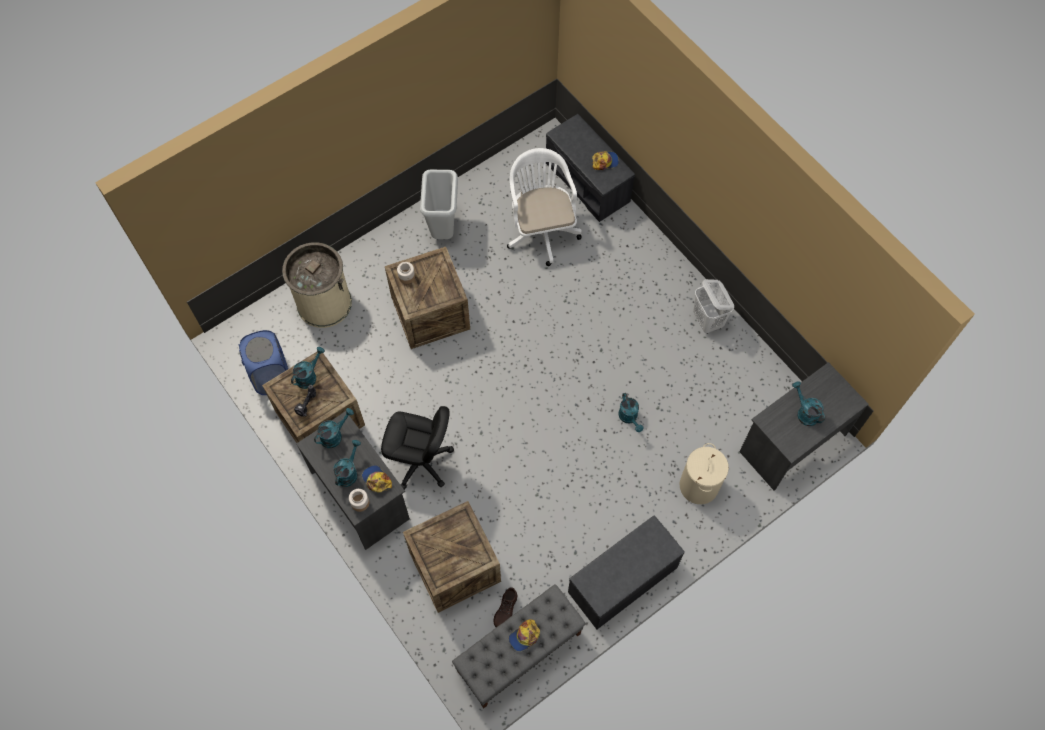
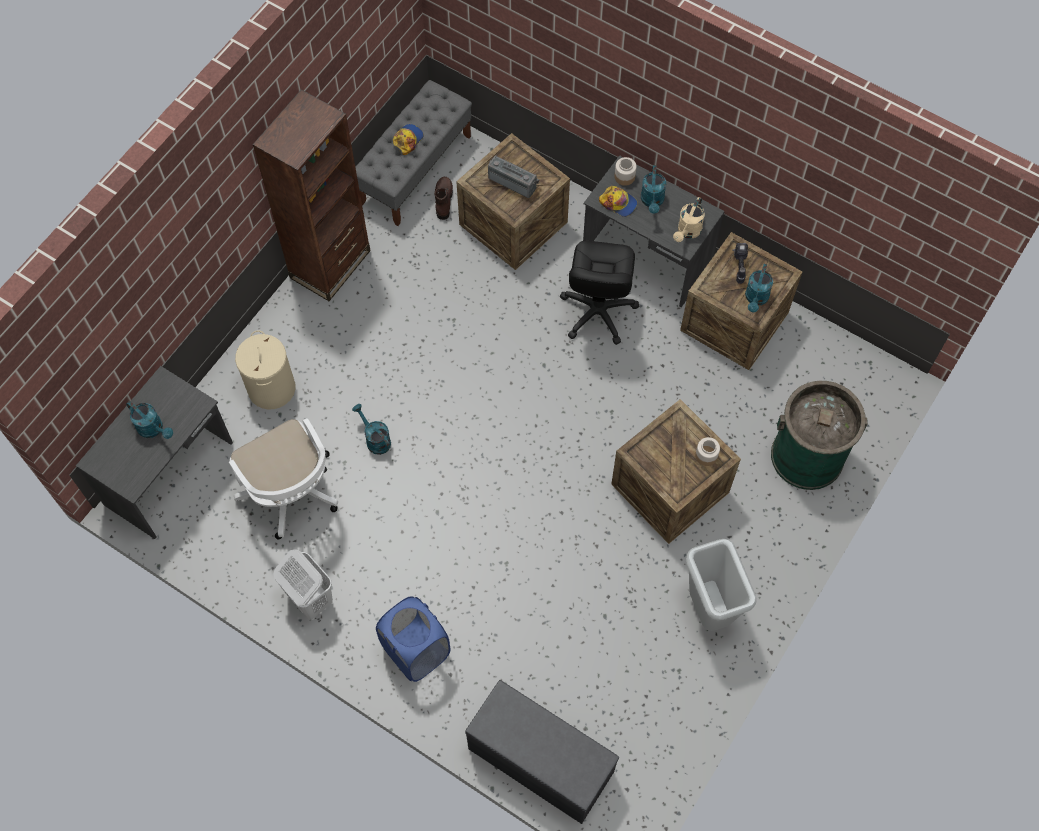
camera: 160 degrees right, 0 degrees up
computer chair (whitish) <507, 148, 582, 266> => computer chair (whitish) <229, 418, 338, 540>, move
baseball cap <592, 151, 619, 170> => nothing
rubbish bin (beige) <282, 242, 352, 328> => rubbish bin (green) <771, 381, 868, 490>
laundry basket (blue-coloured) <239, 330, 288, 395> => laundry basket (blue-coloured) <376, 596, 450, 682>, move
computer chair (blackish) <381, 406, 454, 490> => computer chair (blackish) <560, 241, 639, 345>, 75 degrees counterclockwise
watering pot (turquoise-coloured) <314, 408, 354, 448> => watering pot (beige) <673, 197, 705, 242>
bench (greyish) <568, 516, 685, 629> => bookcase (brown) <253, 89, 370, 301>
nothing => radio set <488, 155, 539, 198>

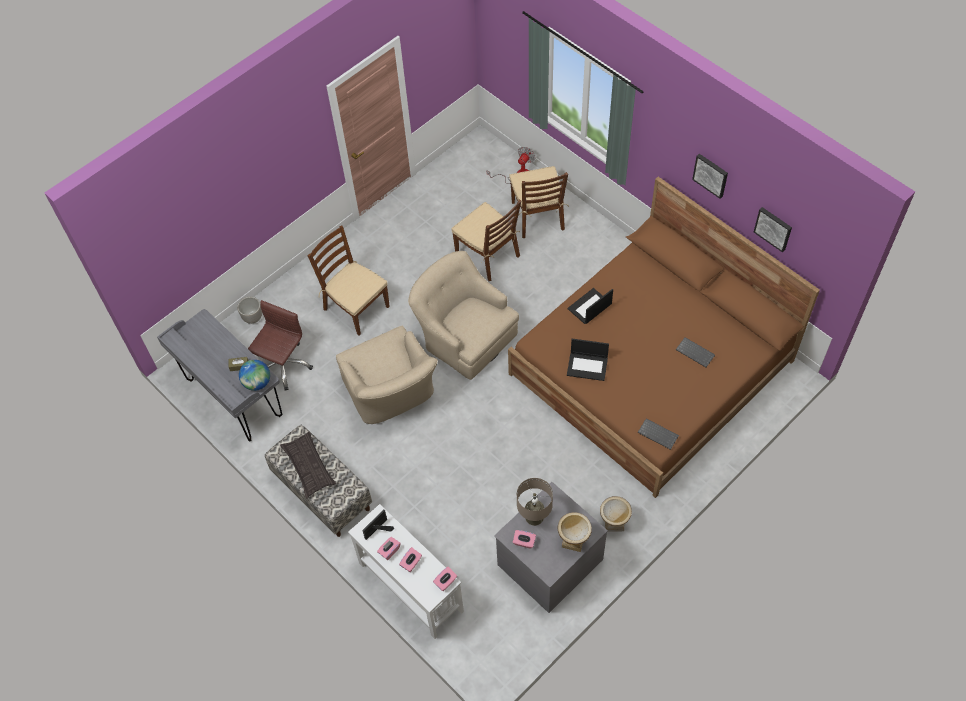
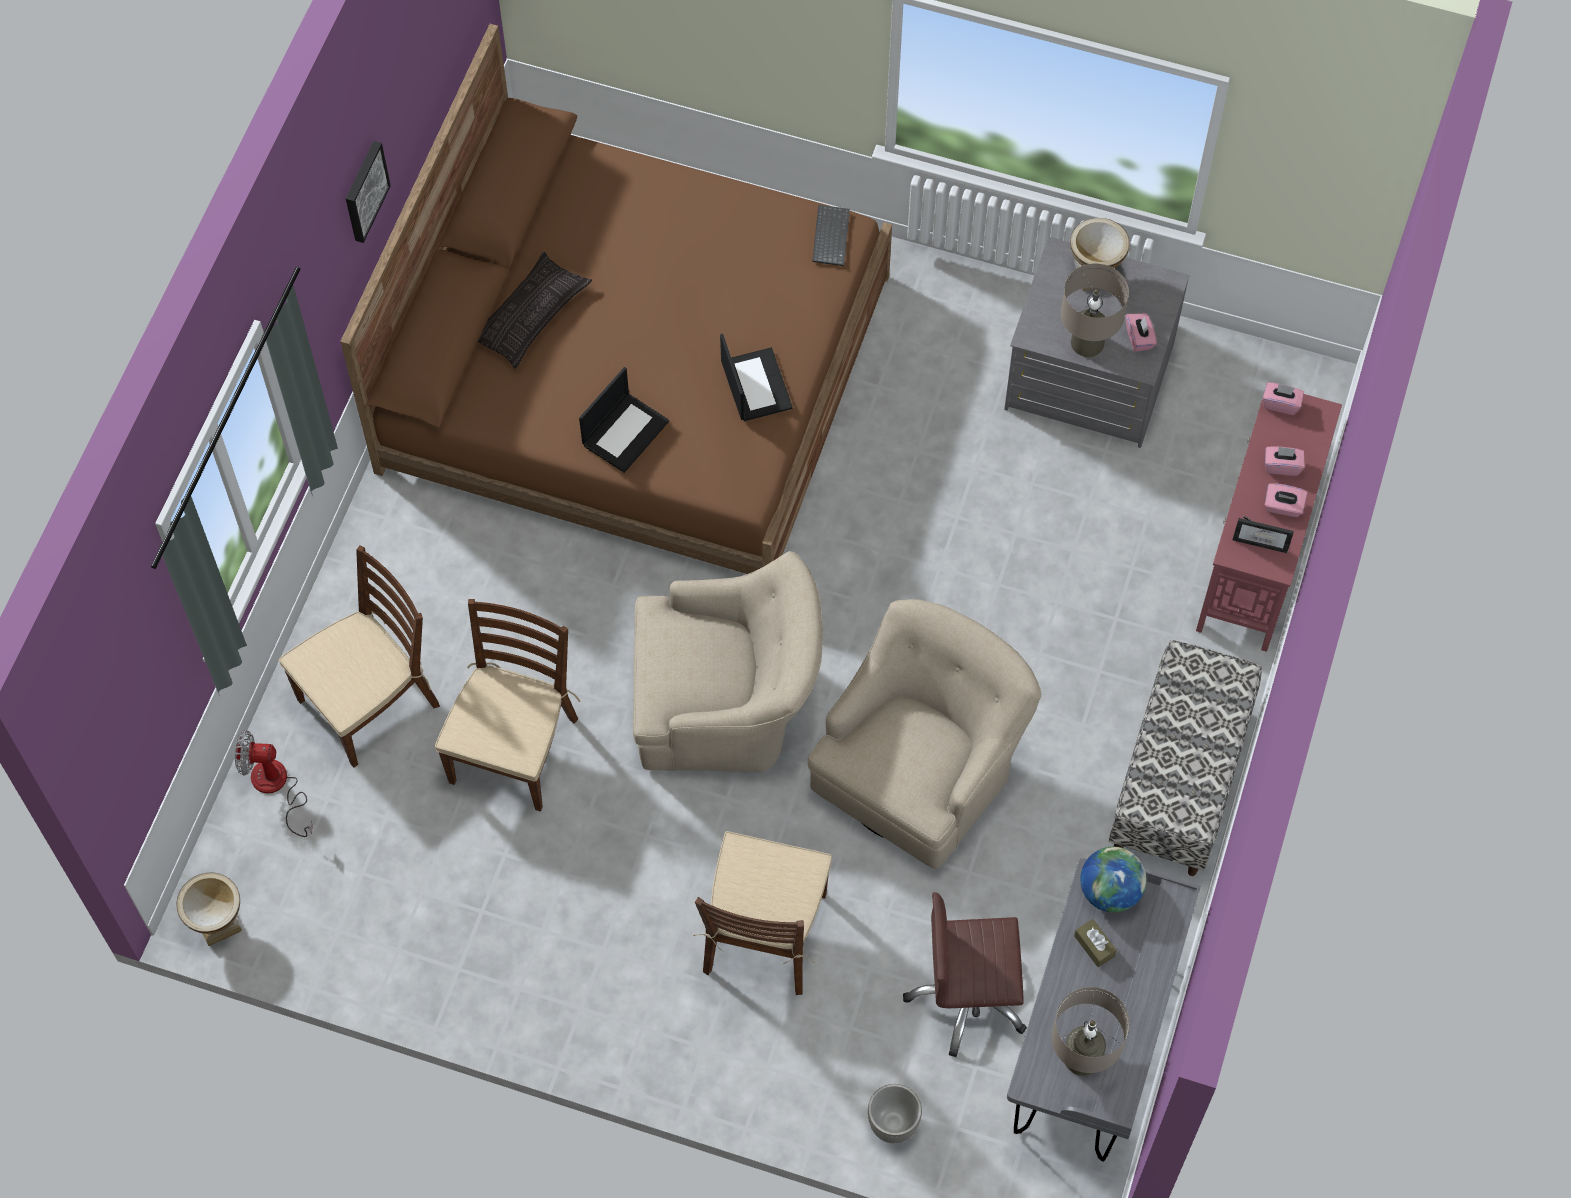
camera: 120 degrees left, 5 degrees up
wall picture <754, 207, 792, 252> => nothing
easy chair (beige) <408, 251, 519, 380> => easy chair (beige) <633, 551, 823, 772>, 105 degrees counterclockwise
portable computer <567, 288, 613, 324> => portable computer <579, 367, 669, 473>, 75 degrees counterclockwise
PC keyboard <676, 337, 715, 367> => nothing
pillow <280, 432, 336, 499> => pillow <478, 252, 592, 369>, move
vase <600, 496, 632, 532> => vase <176, 873, 242, 946>, move
hall table (whitish) <348, 504, 464, 639> => hall table (red) <1196, 391, 1342, 652>
nothing => table lamp (beige) <1052, 987, 1130, 1076>

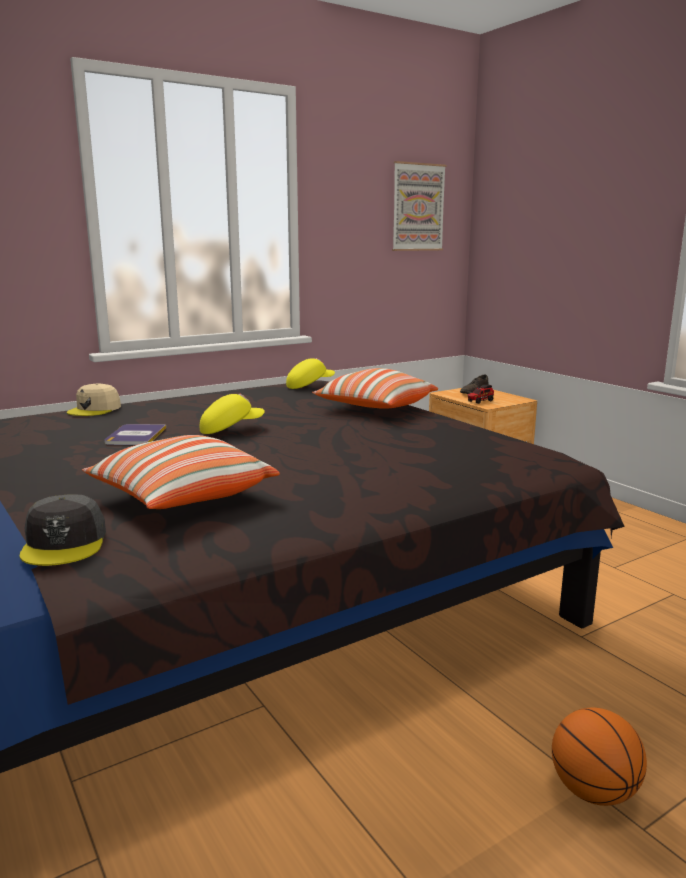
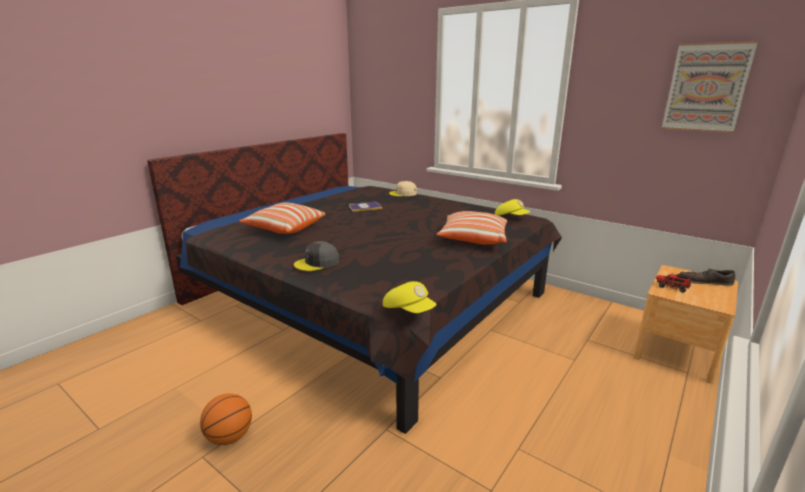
camera: 70 degrees right, 5 degrees up
baseball cap (yellowish) <200, 394, 265, 434> => baseball cap (yellowish) <383, 281, 437, 313>, move
baseball cap (greyish) <20, 495, 106, 566> => baseball cap (greyish) <294, 242, 339, 271>, move

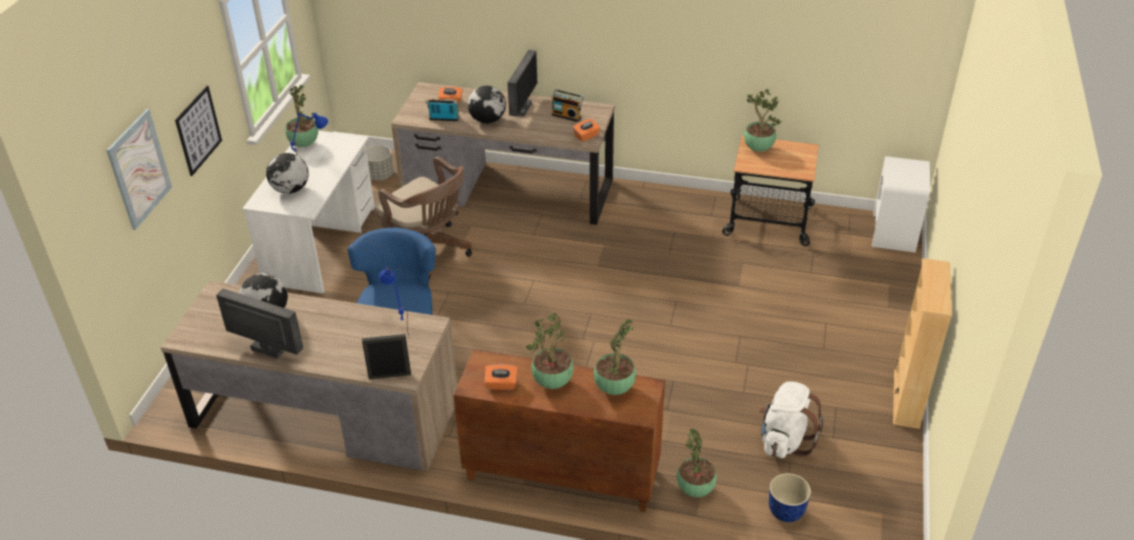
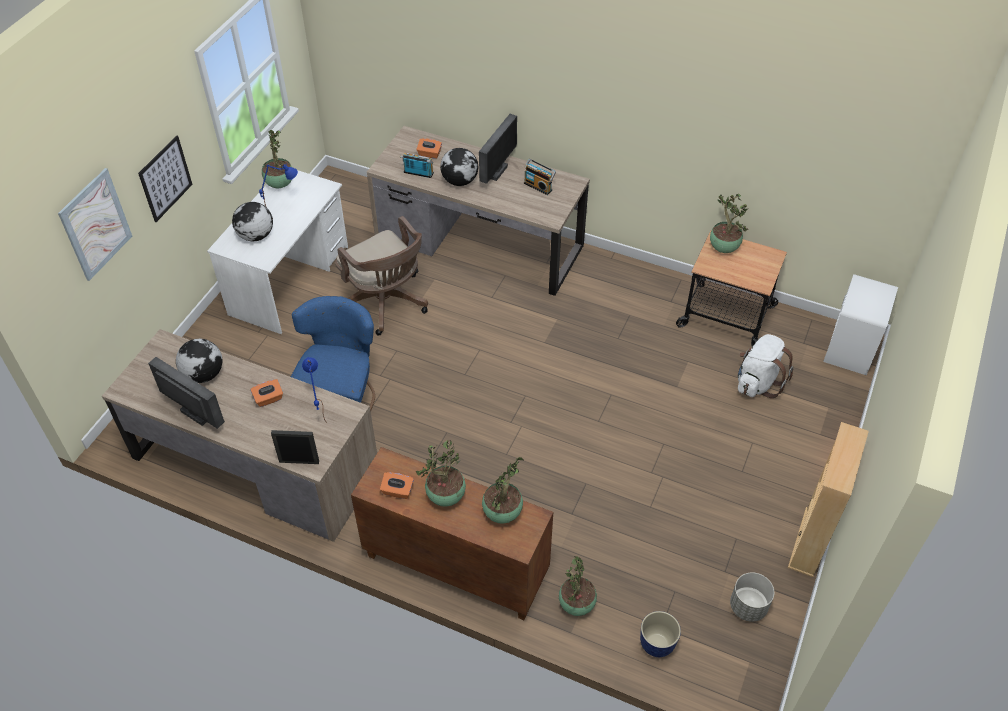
camera: 10 degrees right, 10 degrees up
box of tissues (orangey) <573, 119, 600, 142> => box of tissues (orangey) <250, 379, 283, 407>, move
plant pot (greyish) <366, 145, 394, 181> => plant pot (greyish) <730, 572, 774, 622>, move
rucksack (whitish) <759, 381, 823, 458> => rucksack (whitish) <738, 334, 793, 398>, move

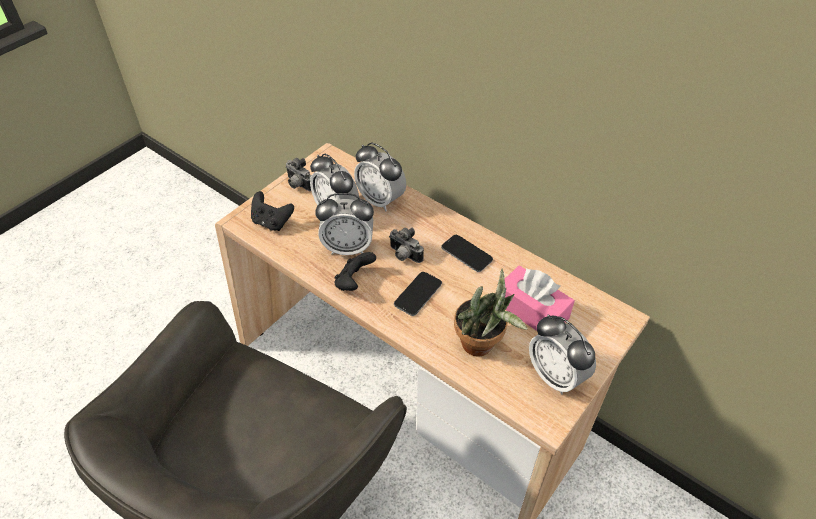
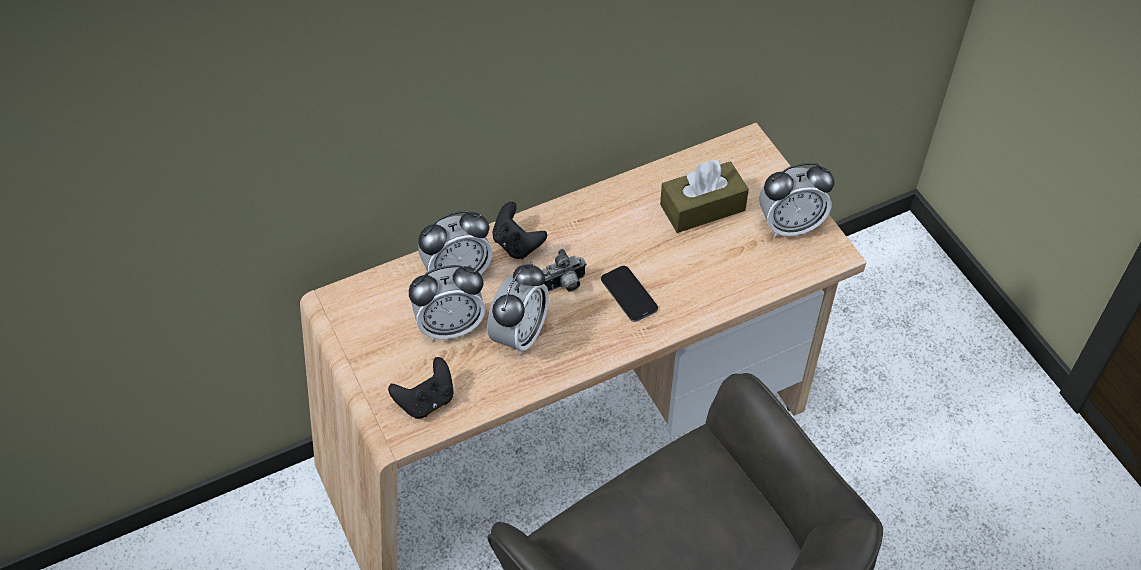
camera: 65 degrees left, 5 degrees up
still camera <286, 158, 311, 192> => nothing
telephone <441, 235, 493, 272> => nothing
game controller (blackish) <335, 252, 376, 291> => game controller (blackish) <492, 202, 547, 259>, move
box of tissues (pinkish) <505, 266, 575, 331> => box of tissues (brown) <660, 160, 749, 233>
potted plant <454, 269, 527, 357> => nothing

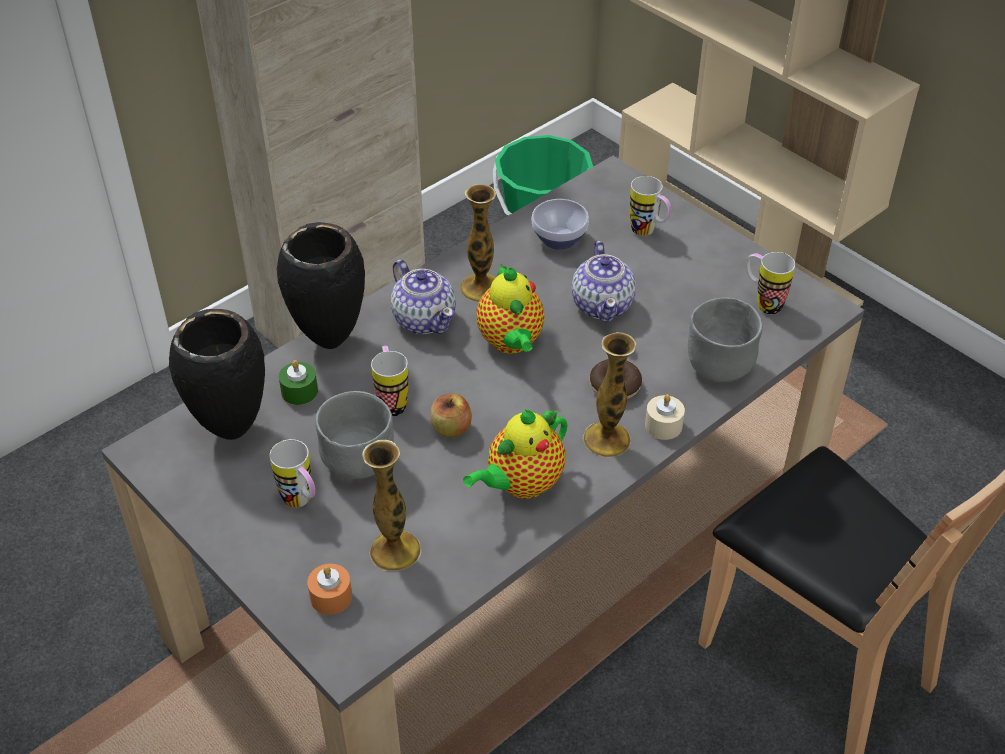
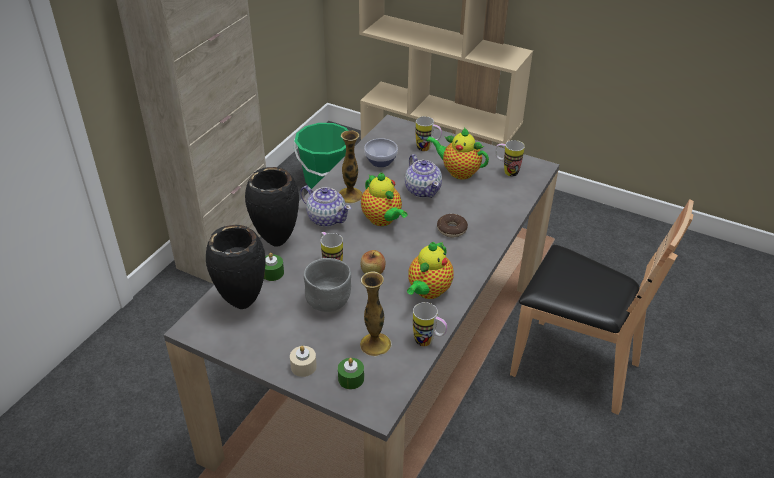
camera: 20 degrees left, 5 degrees down
bowl (greyish) <688, 297, 762, 382> => nothing
vase <583, 332, 636, 457> => nothing
wax light (beige) <645, 394, 685, 440> => wax light (beige) <290, 346, 317, 377>, move
mug <270, 439, 315, 508> => mug <413, 302, 447, 347>, move
wax light (orangey) <307, 564, 352, 615> => wax light (green) <338, 358, 364, 389>
nothing => tea pot <426, 127, 489, 179>

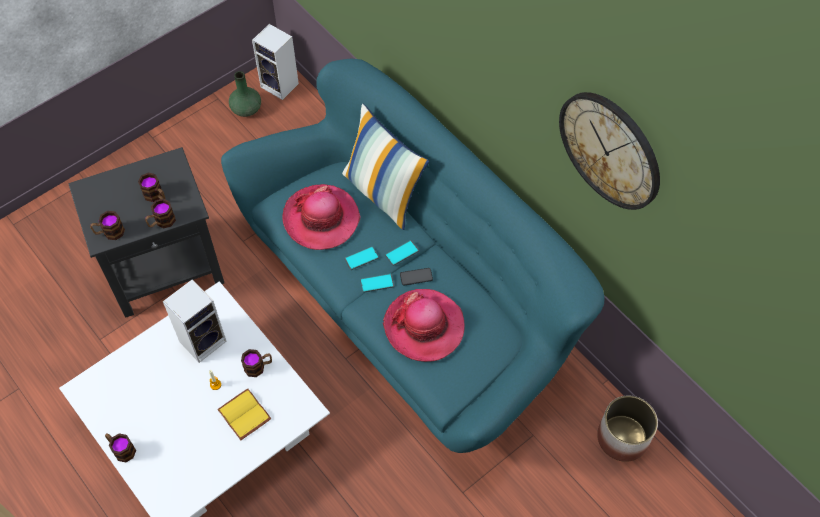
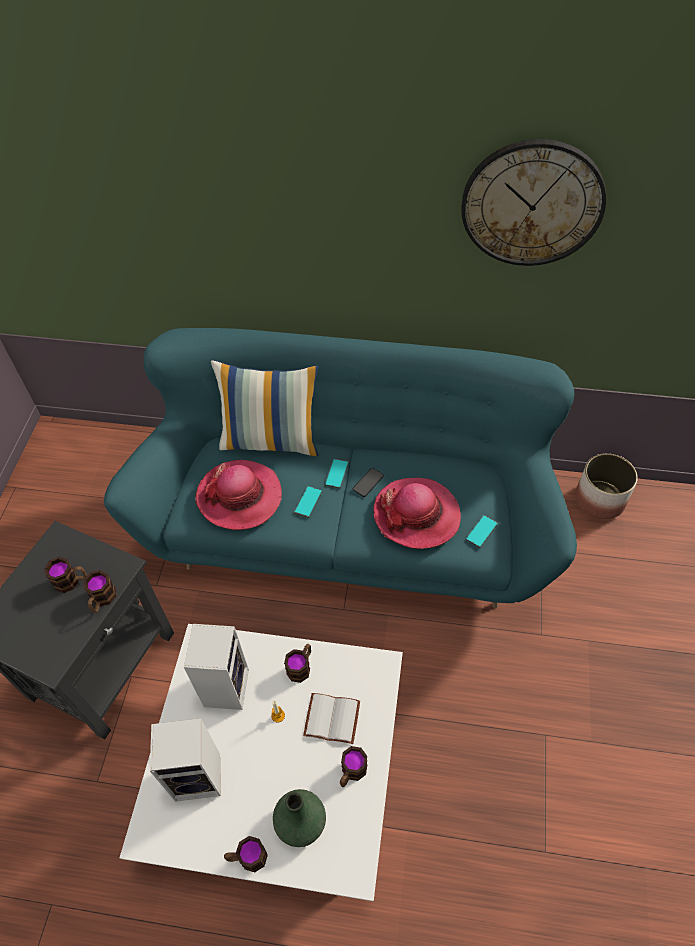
camera: 40 degrees left, 5 degrees down
audio speaker <252, 24, 299, 100> => audio speaker <150, 718, 221, 802>, move
vase (green) <229, 71, 261, 117> => vase (green) <273, 789, 326, 847>, move
mug <90, 211, 125, 240> => mug <340, 746, 367, 787>, move
telephone <360, 274, 394, 293> => telephone <465, 514, 498, 548>, move
book (yellowish) <217, 389, 271, 440> => book (whitish) <303, 693, 360, 744>

